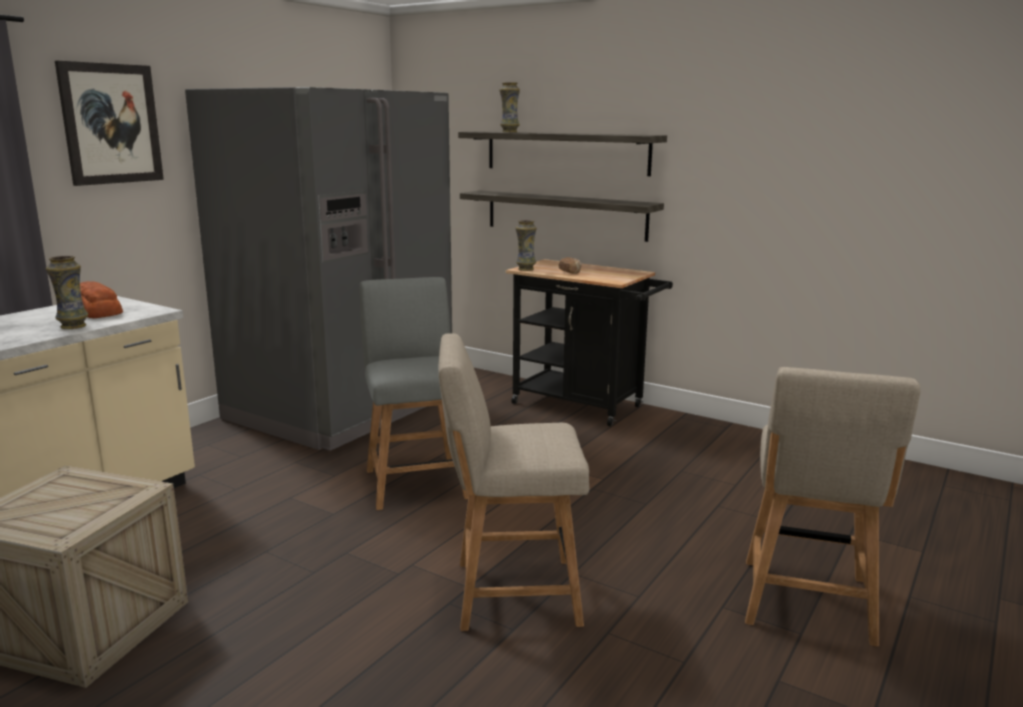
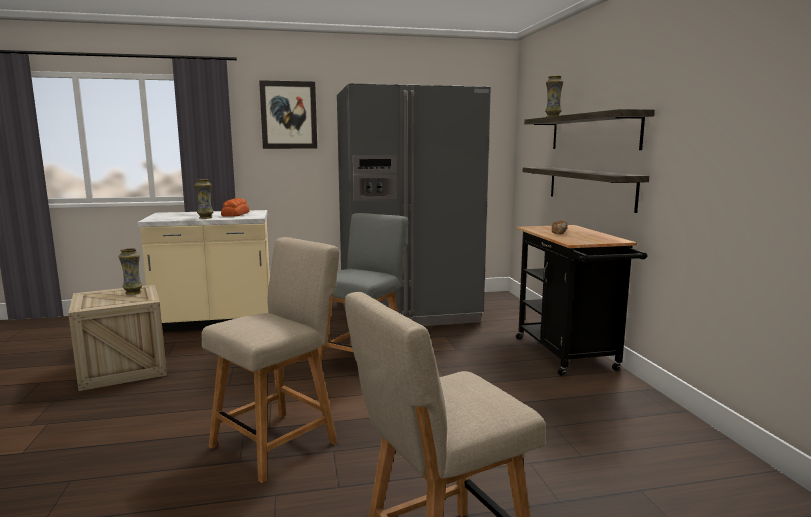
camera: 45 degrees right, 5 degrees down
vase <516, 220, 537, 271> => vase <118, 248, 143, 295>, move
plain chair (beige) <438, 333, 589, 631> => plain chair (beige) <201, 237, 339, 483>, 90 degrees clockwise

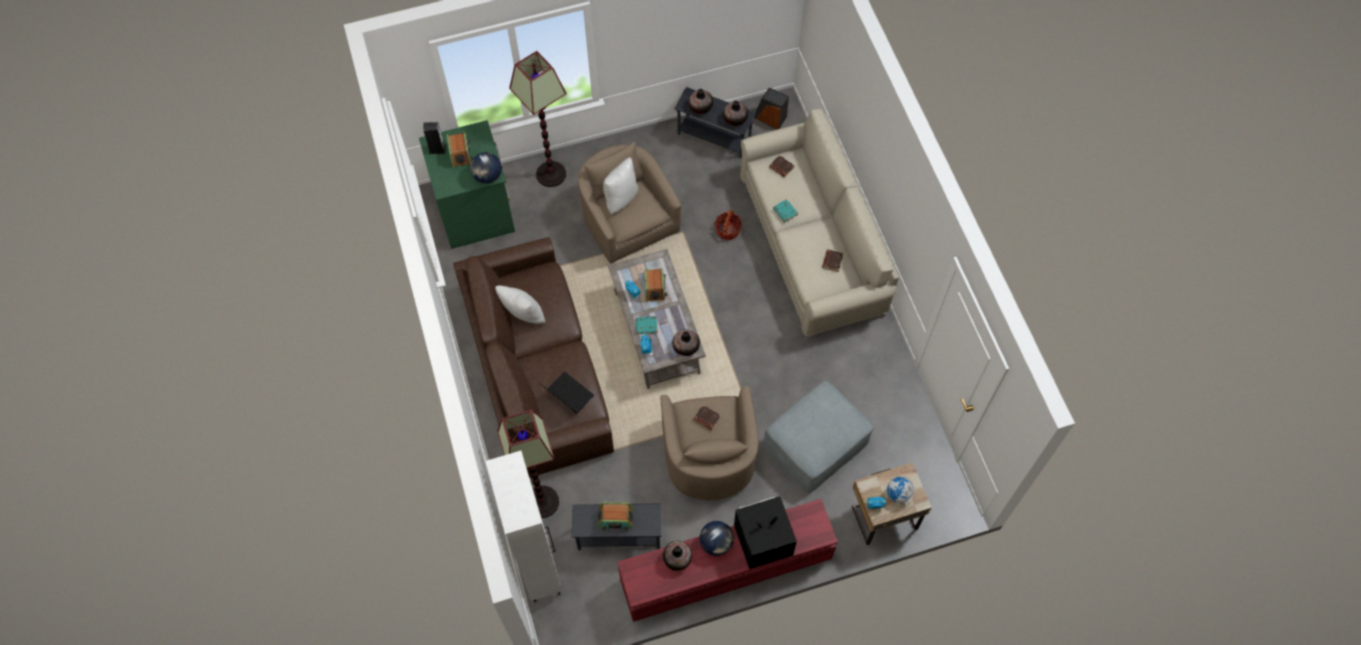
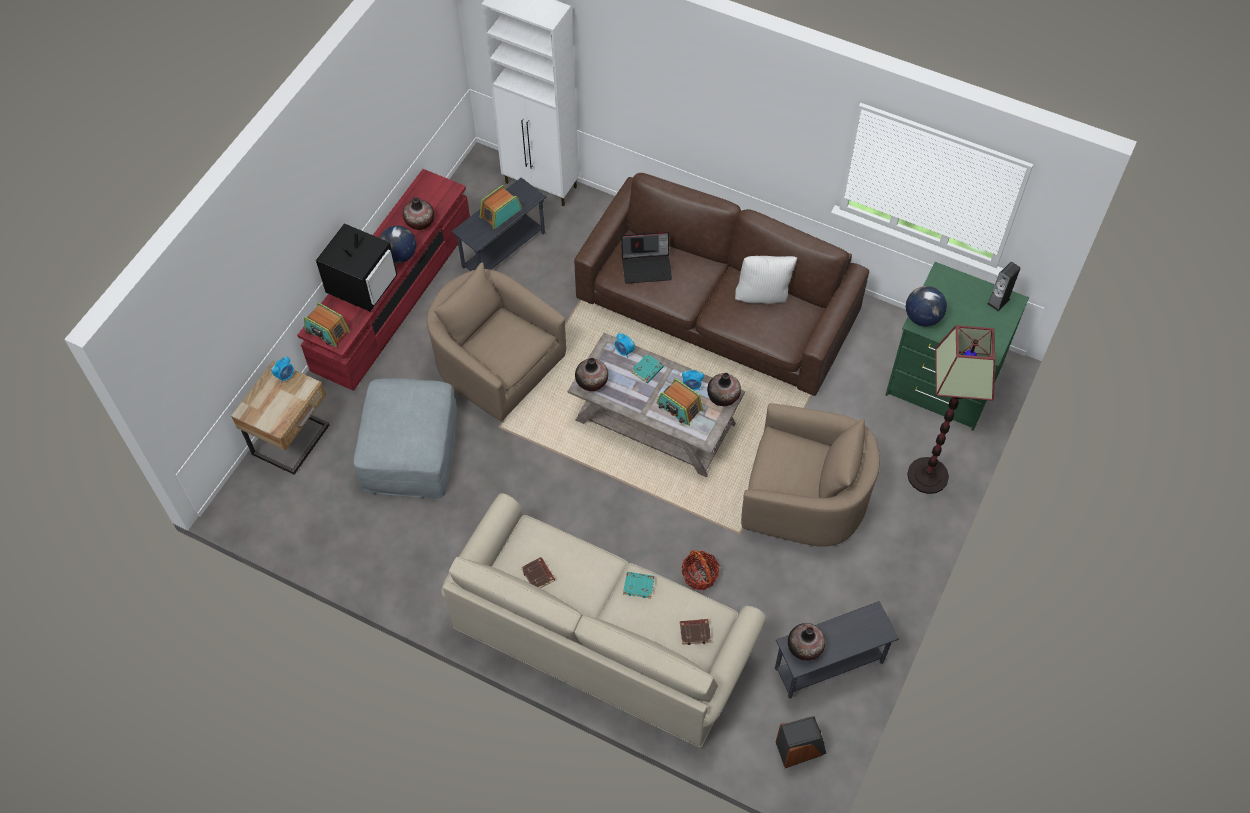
camera: 135 degrees right, 5 degrees down
vase <688, 89, 713, 114> => vase <707, 373, 741, 406>, move
radio set <447, 131, 473, 168> => radio set <304, 302, 350, 347>, move
pillow (whitish) <603, 157, 638, 214> => nothing
book (brown) <693, 405, 721, 430> => nothing
floor lamp <497, 410, 559, 518> => nothing
globe <886, 476, 914, 505> => nothing

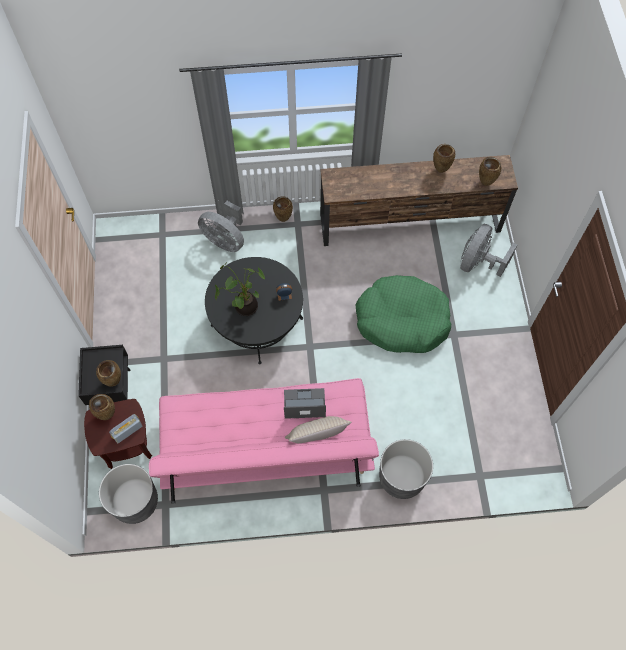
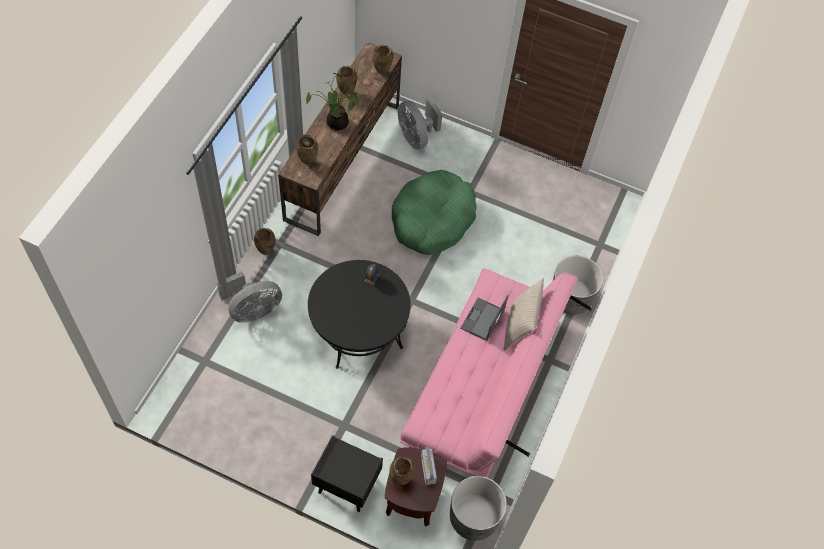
camera: 65 degrees left, 5 degrees down
potted plant <215, 263, 266, 316> => potted plant <306, 73, 359, 131>, move
vase (brown) <96, 360, 121, 387> => vase (brown) <296, 135, 318, 165>, move

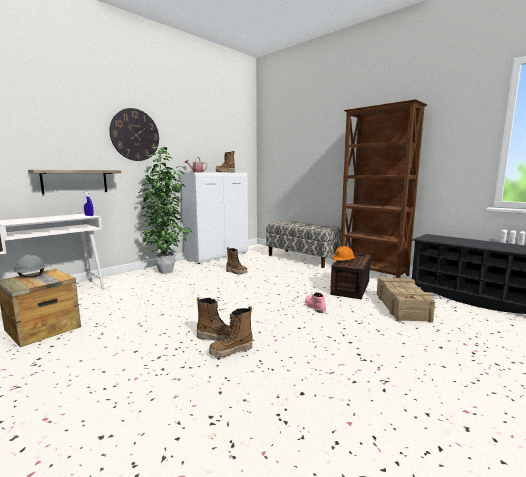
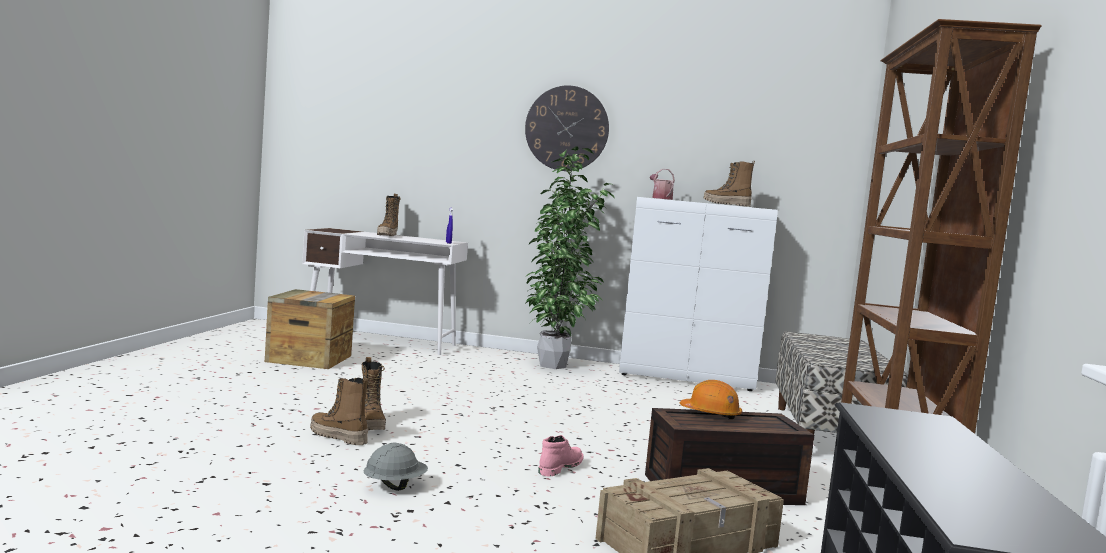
camera: 55 degrees right, 5 degrees down
shelf <28, 170, 121, 194> => nothing
boot <226, 247, 248, 275> => boot <377, 194, 401, 236>, move
safety helmet (greyish) <14, 255, 48, 277> => safety helmet (greyish) <364, 443, 428, 491>, move

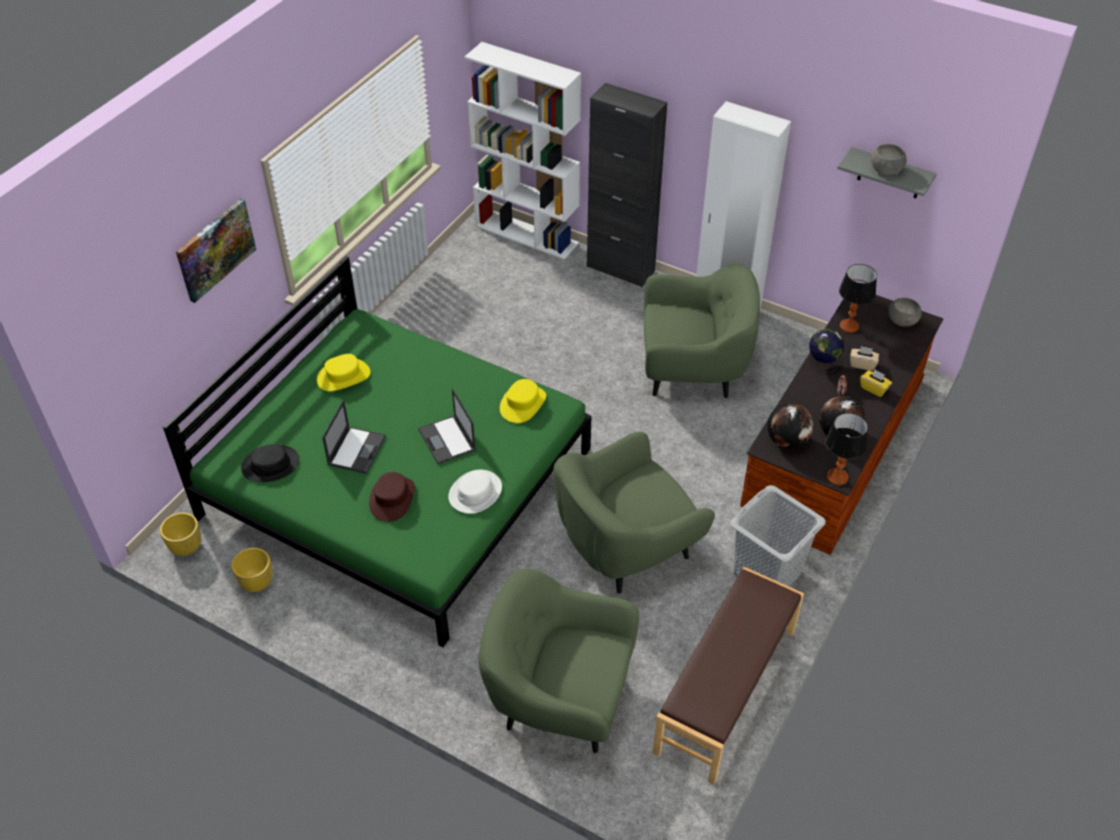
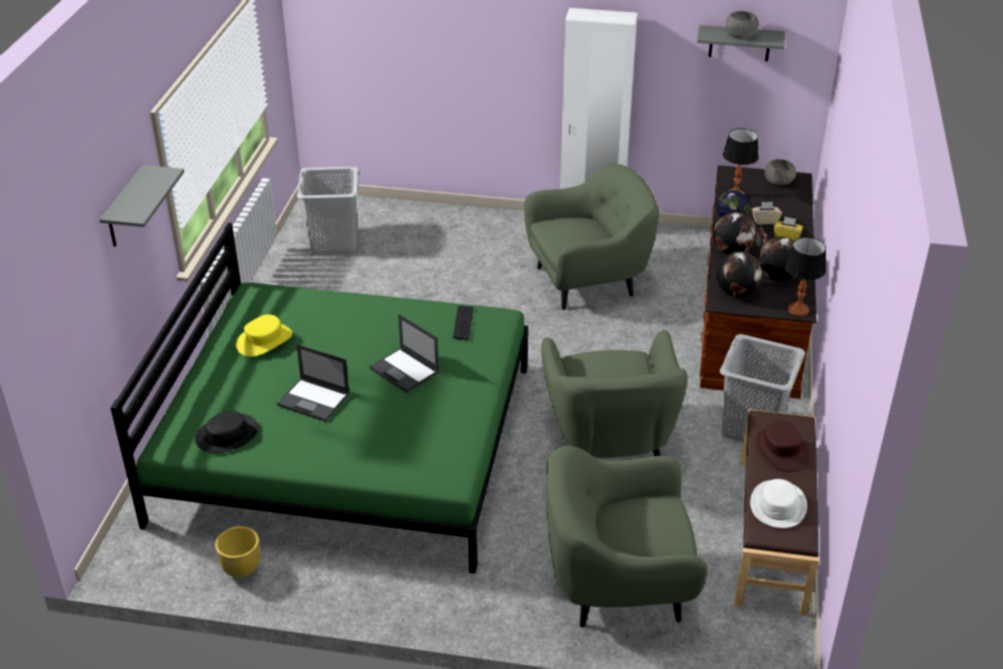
camera: 20 degrees left, 10 degrees down
bookcase (whitish) <464, 42, 581, 260> => nothing
cabinet (blackish) <587, 83, 667, 287> => nothing
wall picture <176, 199, 256, 303> => shelf (greyish) <100, 165, 184, 247>
clothing hat (yellowish) <500, 379, 546, 423> => PC keyboard <453, 305, 474, 340>
portable computer <322, 400, 386, 474> => portable computer <277, 344, 350, 422>, 120 degrees clockwise
easy chair (green) <553, 432, 715, 594> => easy chair (green) <541, 329, 687, 458>, 45 degrees counterclockwise
clothing hat (whitish) <448, 470, 502, 514> => clothing hat (whitish) <750, 479, 807, 528>, move
clothing hat (brown) <369, 472, 415, 522> => clothing hat (brown) <756, 420, 809, 472>, move
plant pot (yellowish) <160, 512, 201, 556> => nothing
nothing => laundry basket (greyish) <297, 167, 359, 255>
nothing => globe <713, 212, 757, 254>

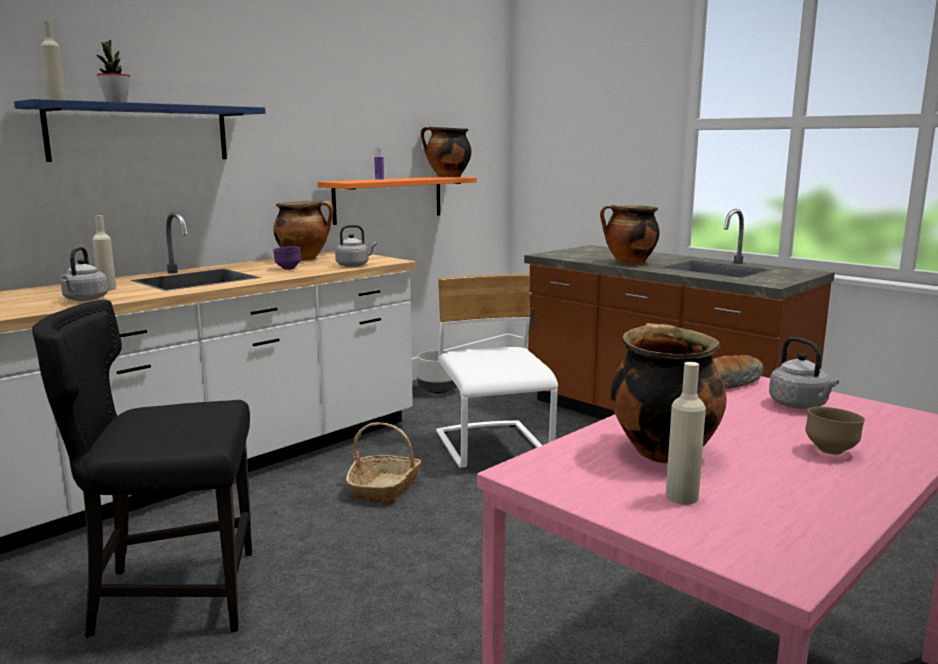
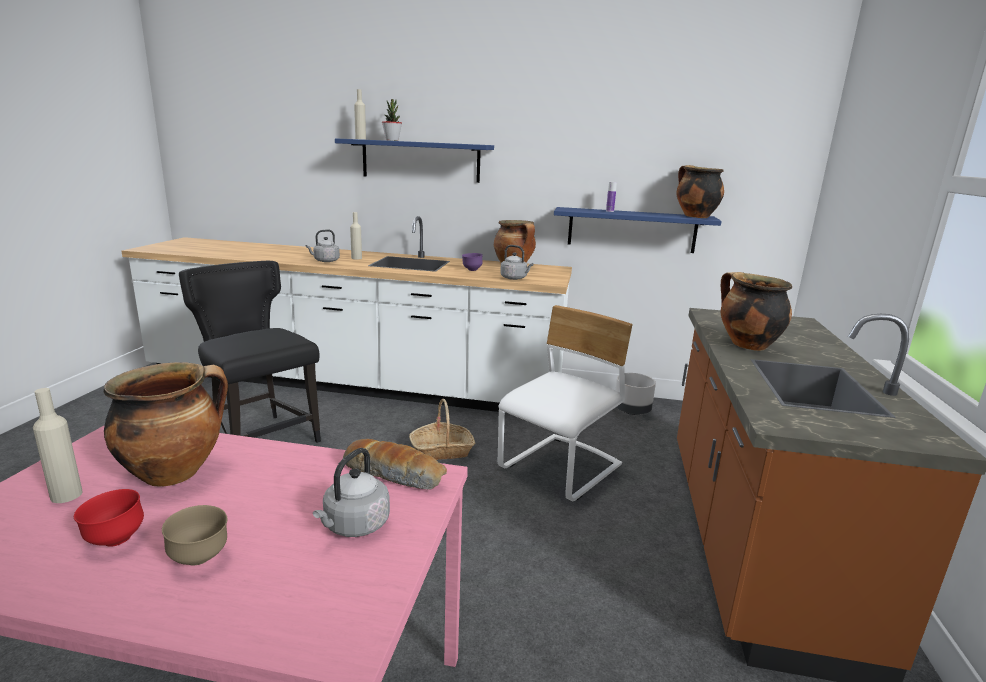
camera: 55 degrees right, 5 degrees up
shelf (orangey) <318, 177, 477, 225> => shelf (blue-coloured) <554, 207, 721, 253>
nothing => bowl (red) <74, 489, 144, 547>

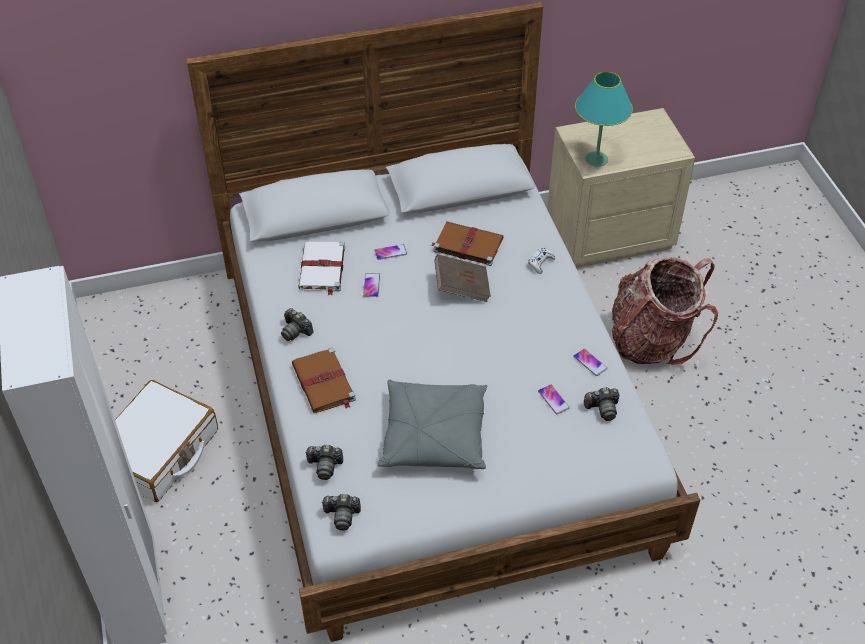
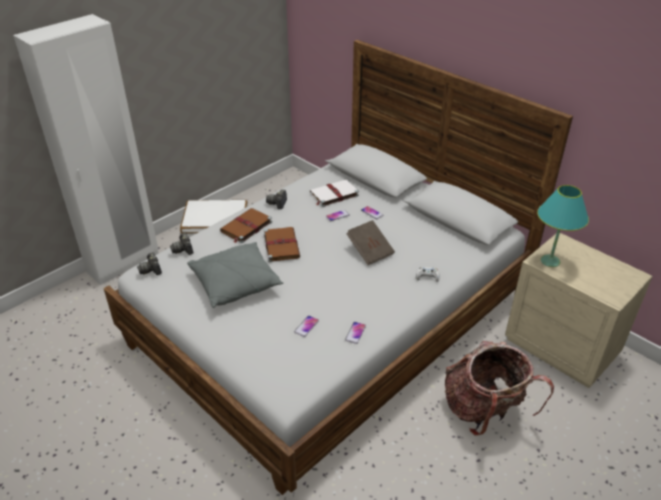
camera: 60 degrees right, 10 degrees down
book (brown) <431, 222, 503, 266> => book (brown) <264, 227, 300, 262>, move
still camera <584, 387, 619, 421> => nothing

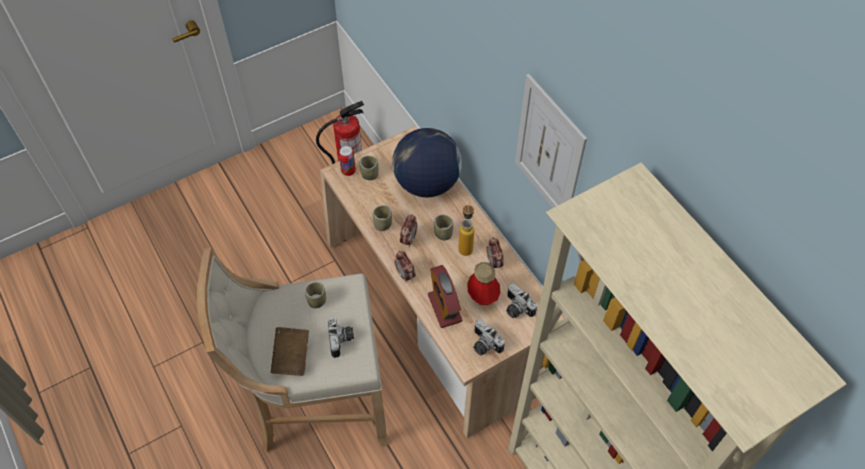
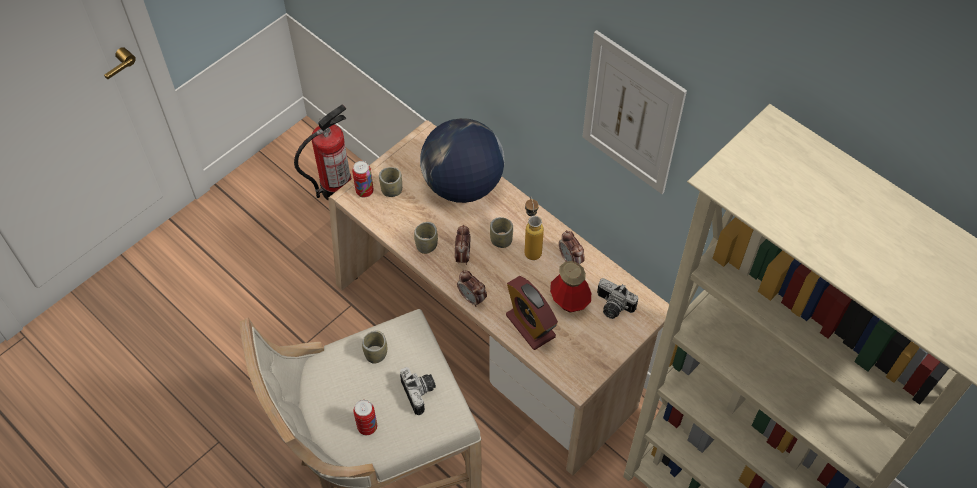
camera: 15 degrees left, 0 degrees up
still camera <473, 319, 505, 355> => nothing
book (brown) <271, 327, 309, 376> => can <353, 400, 377, 435>

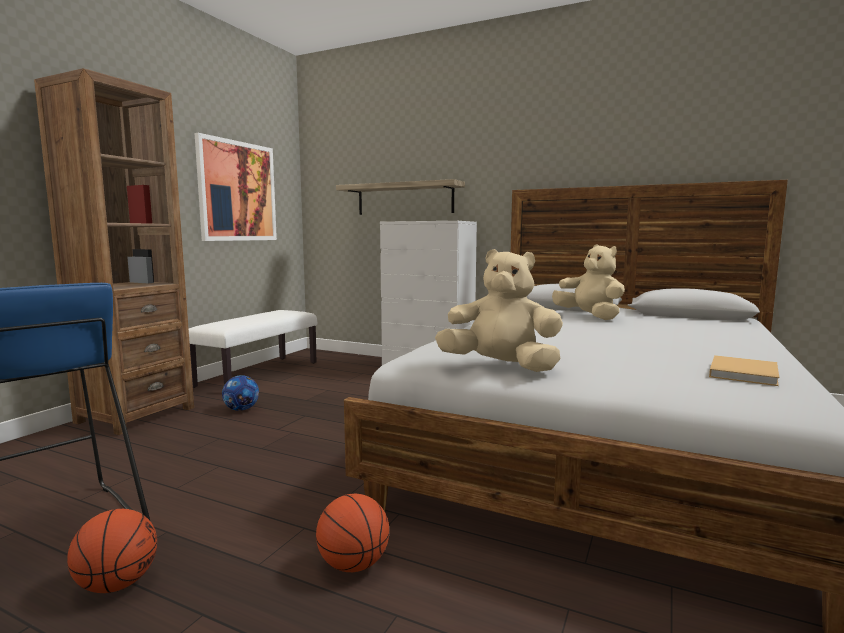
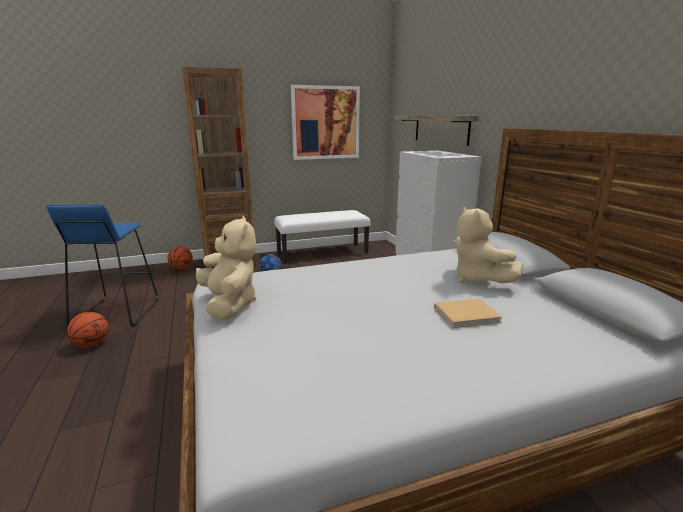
camera: 45 degrees right, 10 degrees up
soft toy (beige) <552, 244, 625, 320> => soft toy (beige) <456, 207, 523, 283>, 150 degrees clockwise
book (beige) <709, 355, 779, 386> => book (beige) <434, 299, 502, 328>, move
basketball ball <316, 494, 390, 572> => basketball ball <168, 246, 193, 270>, move

